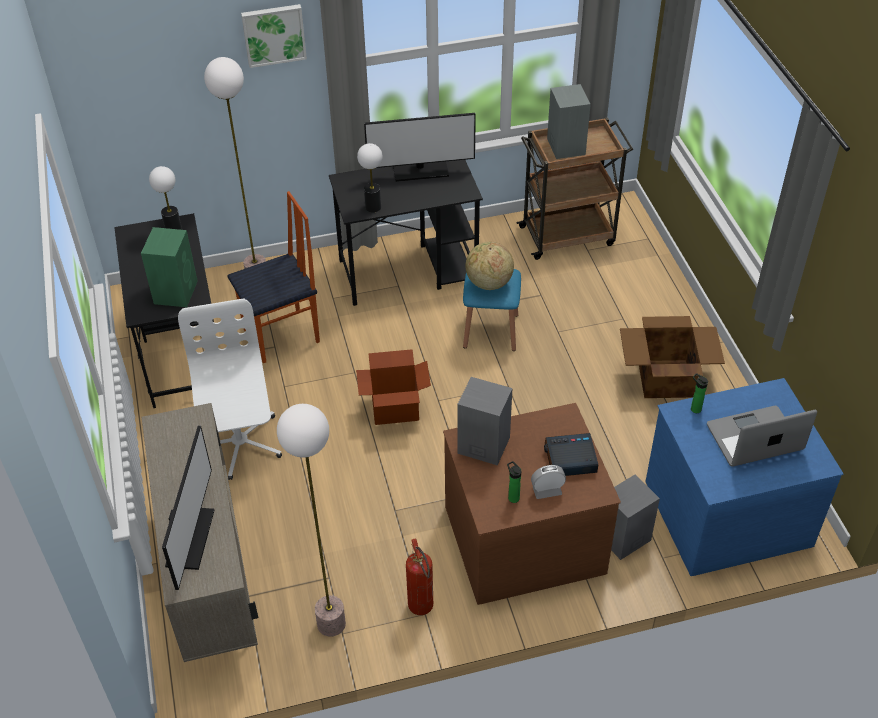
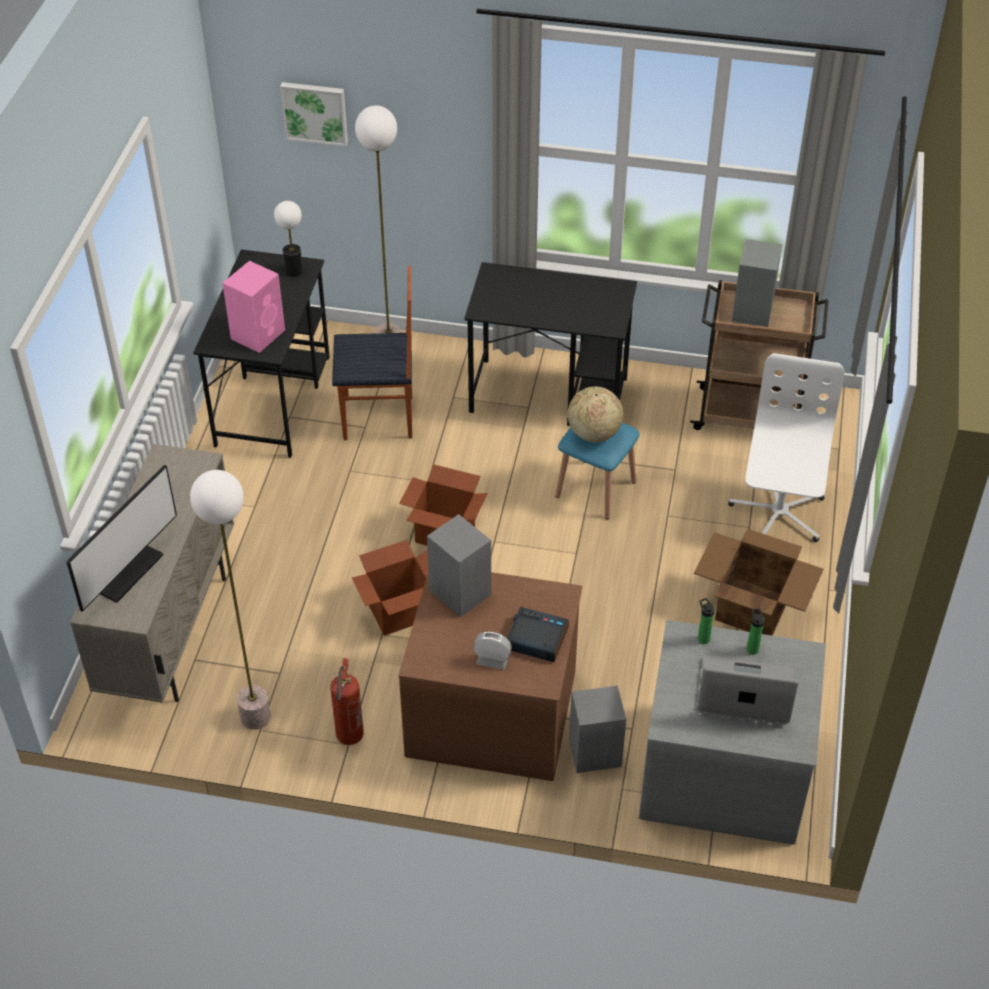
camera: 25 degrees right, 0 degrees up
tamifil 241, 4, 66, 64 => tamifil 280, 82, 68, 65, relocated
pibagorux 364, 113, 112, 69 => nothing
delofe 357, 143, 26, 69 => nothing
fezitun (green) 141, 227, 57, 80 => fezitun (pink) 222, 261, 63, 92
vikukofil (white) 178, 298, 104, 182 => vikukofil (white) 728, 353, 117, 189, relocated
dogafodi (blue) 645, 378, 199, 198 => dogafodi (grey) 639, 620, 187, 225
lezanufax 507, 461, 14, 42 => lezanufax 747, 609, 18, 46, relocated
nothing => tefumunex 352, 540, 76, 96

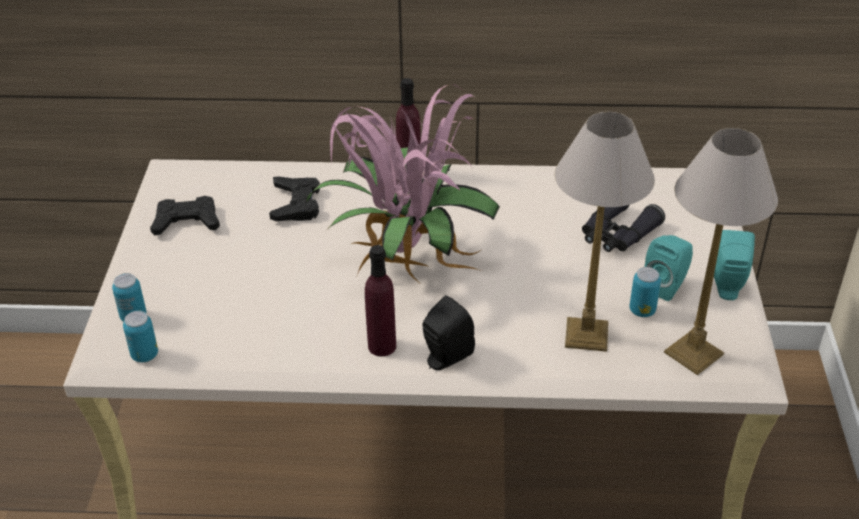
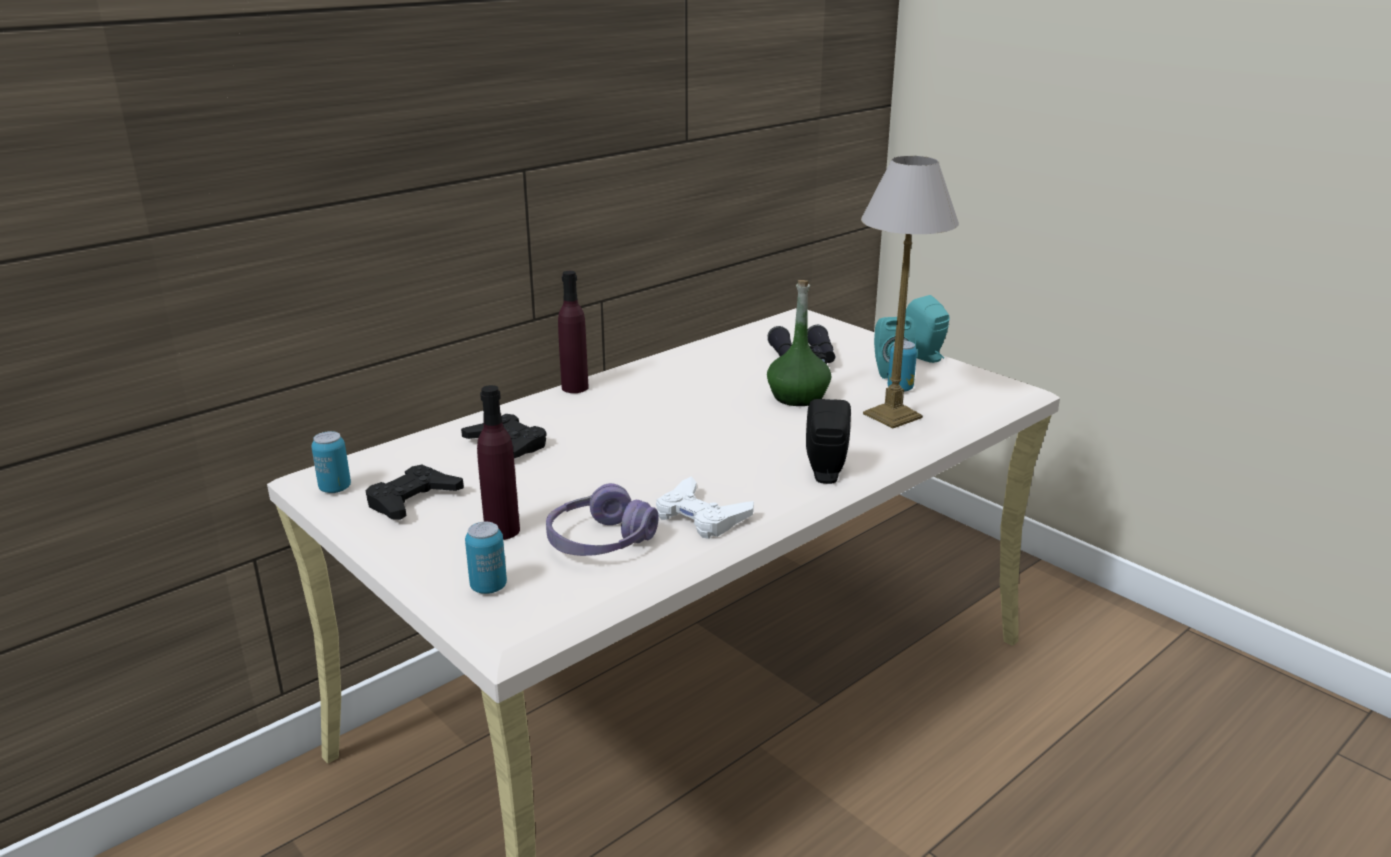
camera: 45 degrees left, 15 degrees down
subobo 306, 84, 194, 198 => nothing
delofe 664, 128, 114, 247 => nothing
lezanufax (purple) 365, 245, 31, 111 => lezanufax (purple) 477, 385, 43, 155, relocated
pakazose 123, 311, 35, 51 => pakazose 311, 431, 40, 62, relocated
nothing => lezanufax (green) 767, 280, 64, 126
nothing => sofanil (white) 656, 477, 98, 62
nothing => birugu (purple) 546, 483, 113, 73

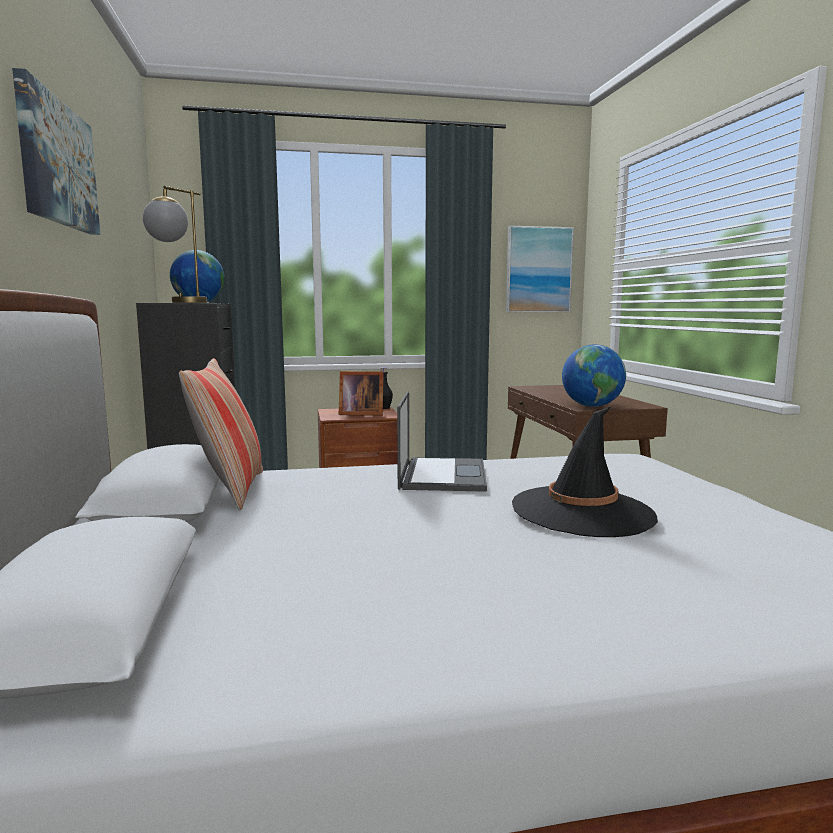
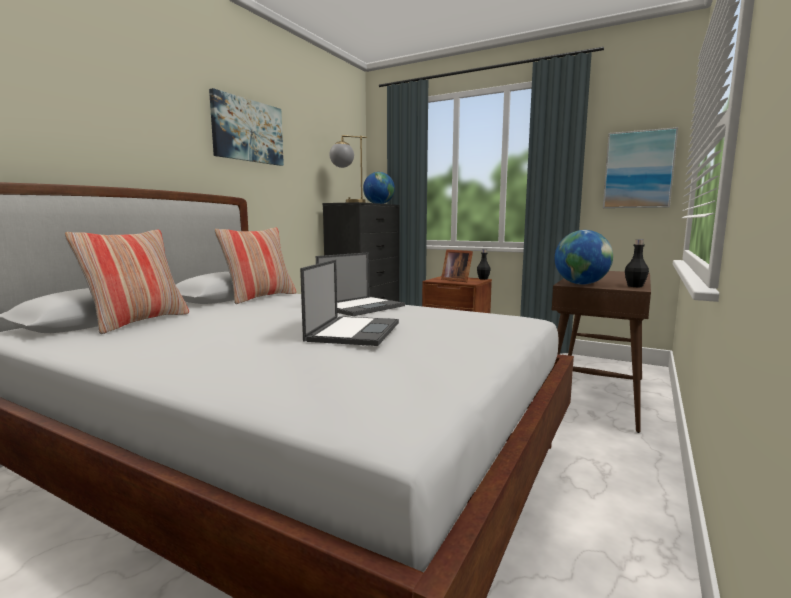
camera: 40 degrees right, 0 degrees up
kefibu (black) 512, 407, 146, 130 => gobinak 300, 259, 99, 87
nothing => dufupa 65, 230, 124, 104
nothing => lezanufax (black) 625, 240, 24, 47

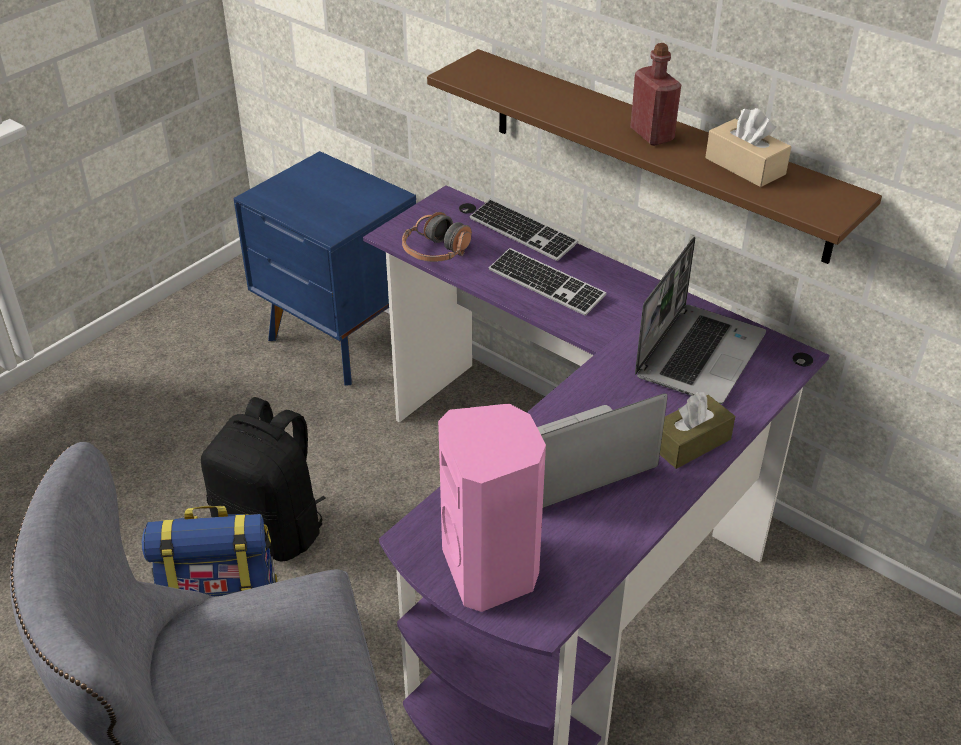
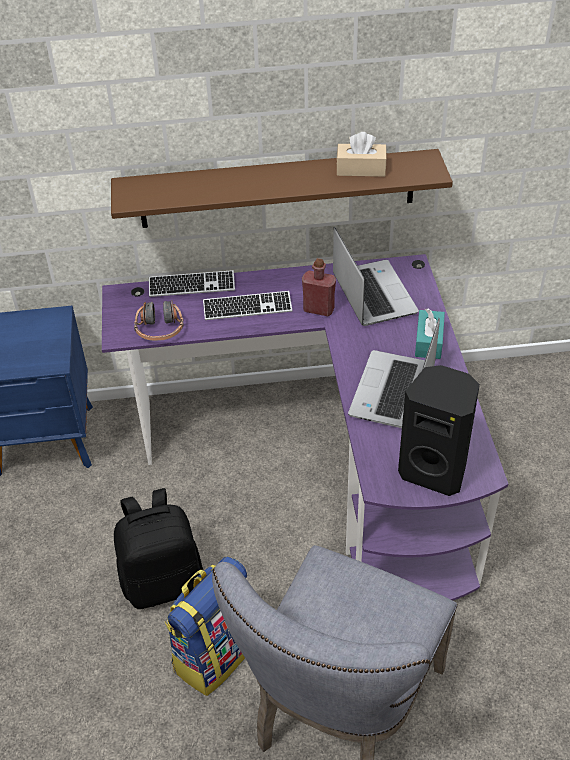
camera: 45 degrees left, 5 degrees up
lezanufax (red) 630, 43, 51, 103 => lezanufax (red) 302, 258, 34, 58, relocated
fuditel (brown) 660, 392, 75, 77 => fuditel (turquoise) 415, 308, 30, 51
fezitun (pink) 438, 404, 108, 208 => fezitun (black) 398, 365, 82, 131

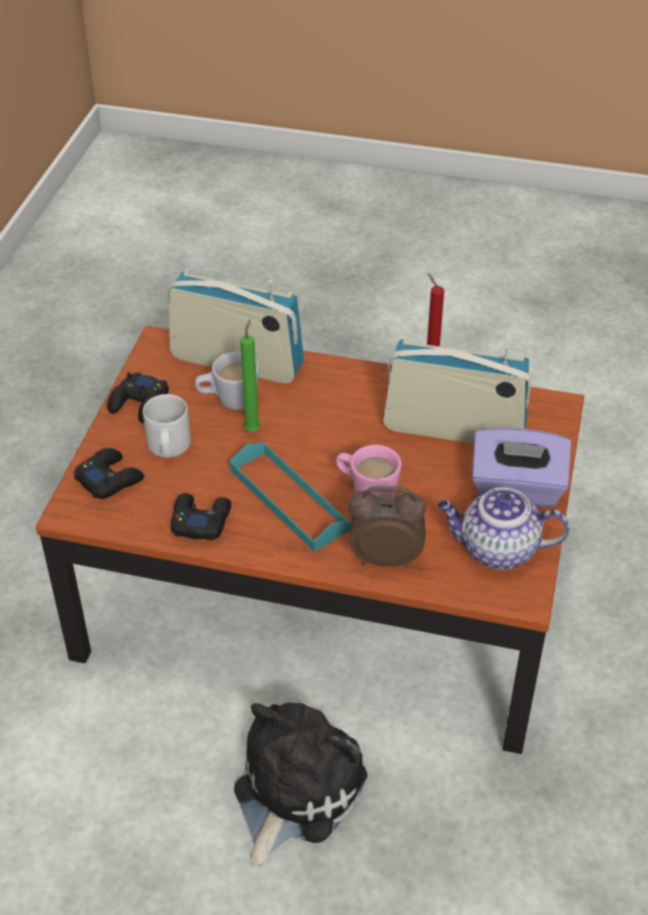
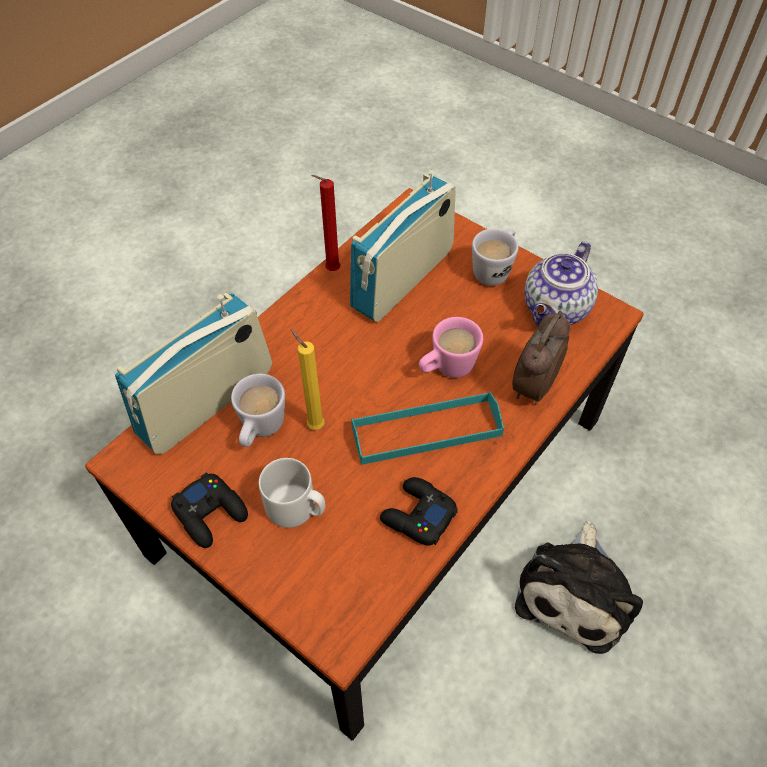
camera: 65 degrees left, 10 degrees up
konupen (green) 240, 319, 20, 113 => konupen (yellow) 291, 329, 33, 101
fuditel (purple) 472, 428, 99, 79 => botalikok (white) 472, 229, 47, 57
sofanil (black) 74, 448, 70, 51 => nothing
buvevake 234, 701, 133, 166 => buvevake 515, 521, 128, 133, 120 degrees counterclockwise

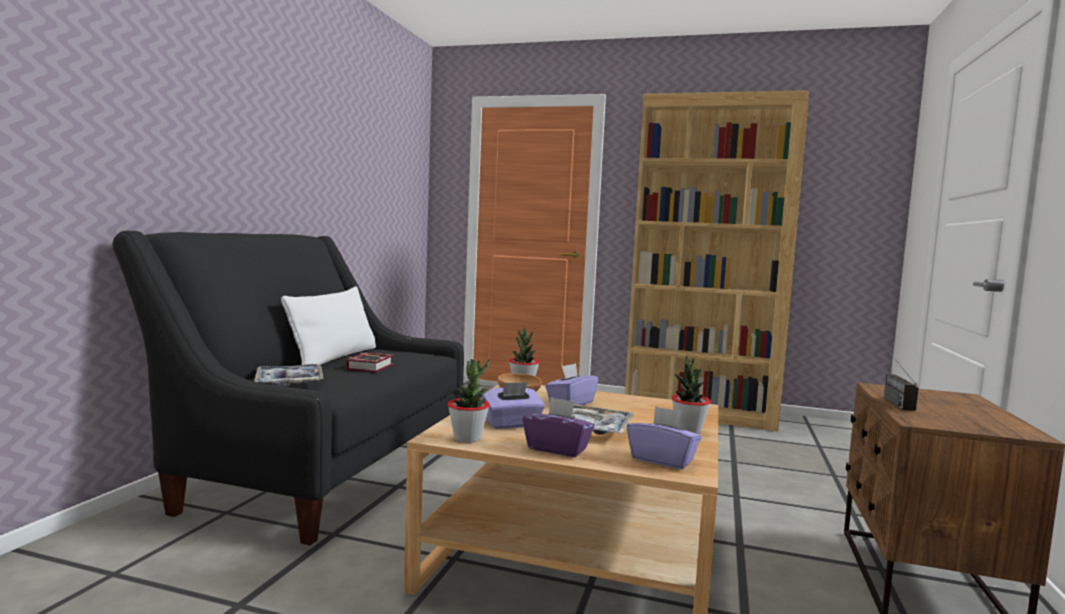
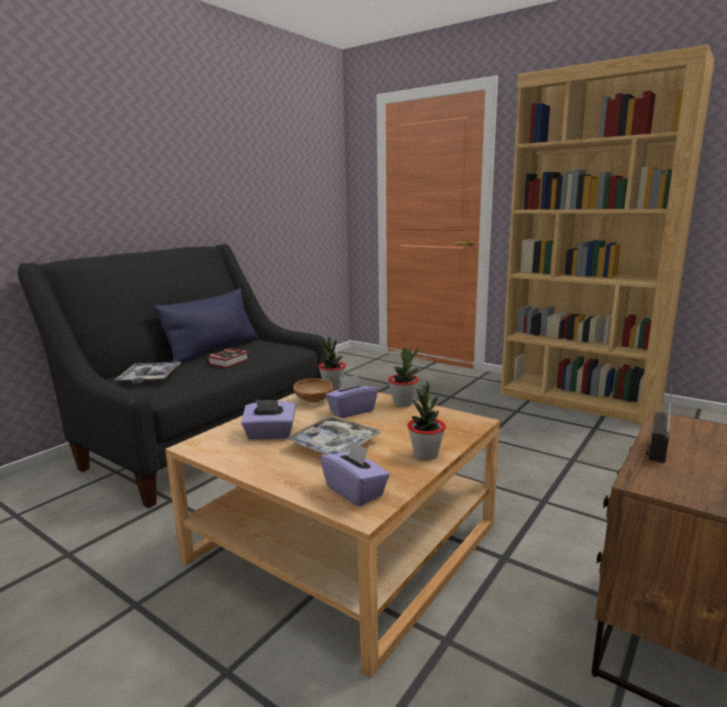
camera: 20 degrees right, 10 degrees up
dufupa (white) 281, 286, 95, 79 => dufupa (blue) 154, 288, 104, 76
subobo 448, 359, 42, 84 => subobo 388, 348, 31, 59, relocated
fuditel (purple) 523, 397, 71, 60 => nothing

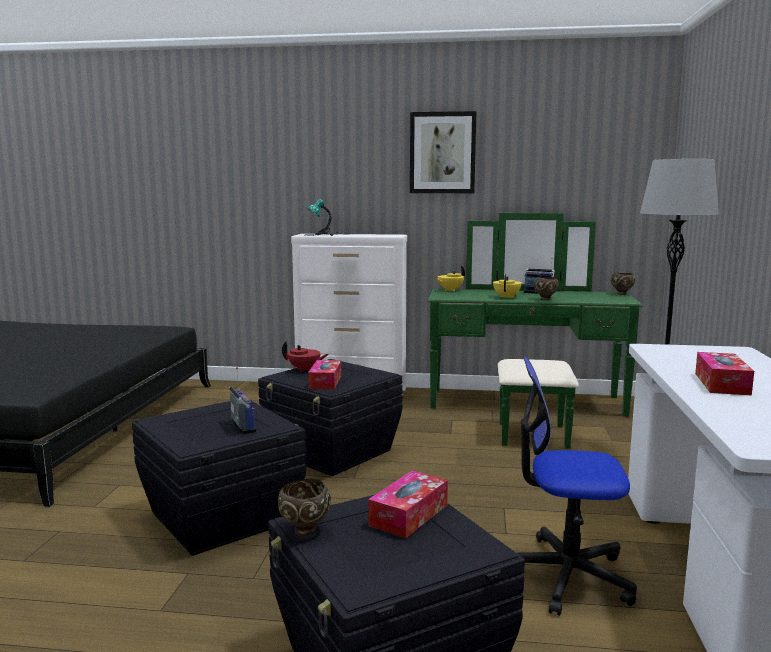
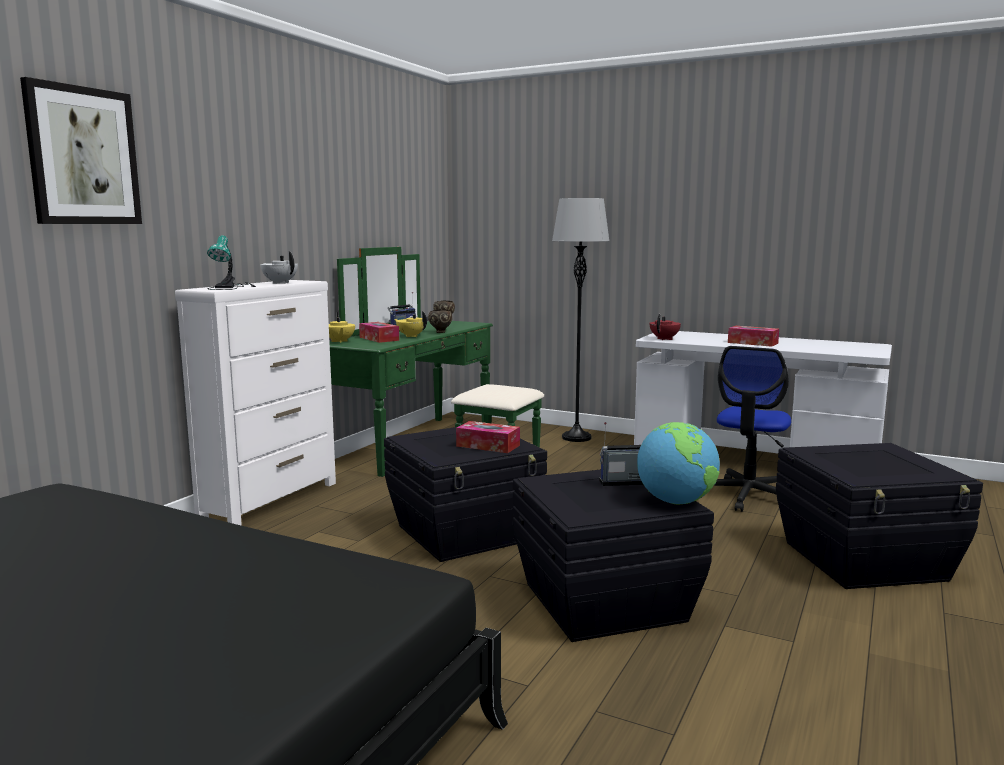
camera: 70 degrees left, 0 degrees up
tamifil 410, 111, 66, 82 => tamifil 20, 77, 122, 147, relocated
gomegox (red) 282, 341, 47, 31 => gomegox (red) 650, 314, 31, 26, relocated
fuditel 368, 471, 80, 67 => fuditel 359, 322, 40, 21, relocated
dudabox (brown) 278, 479, 53, 57 => nothing
nothing => gomegox (white) 260, 251, 38, 33
nothing => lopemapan 637, 422, 83, 83

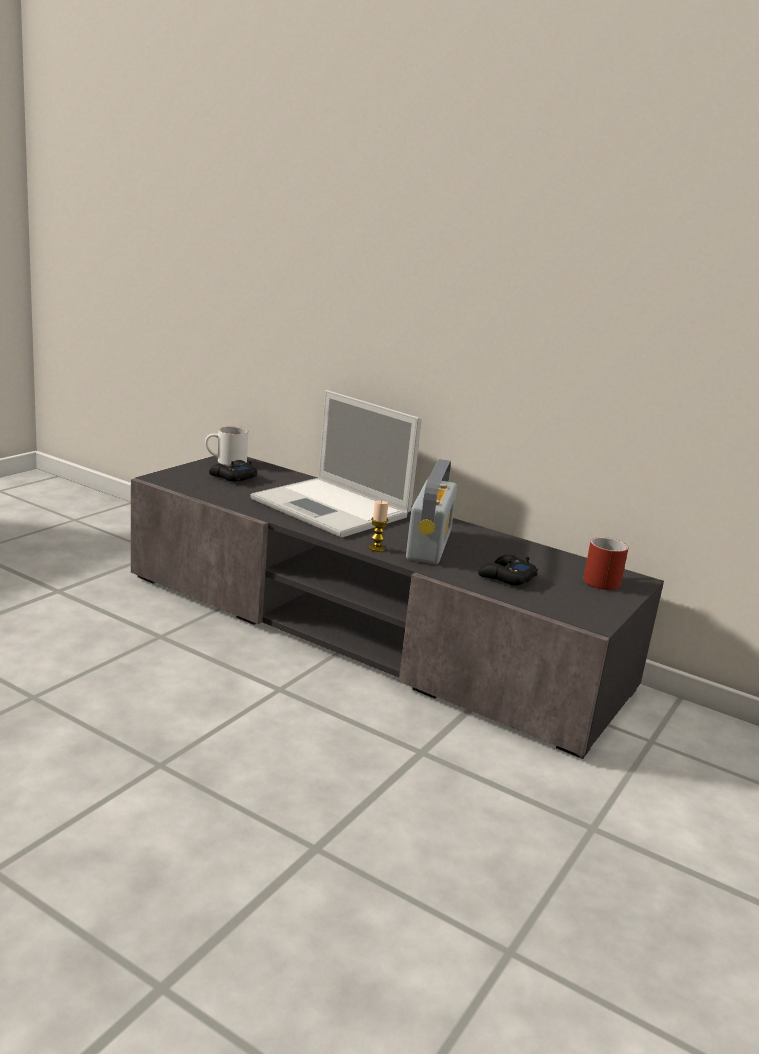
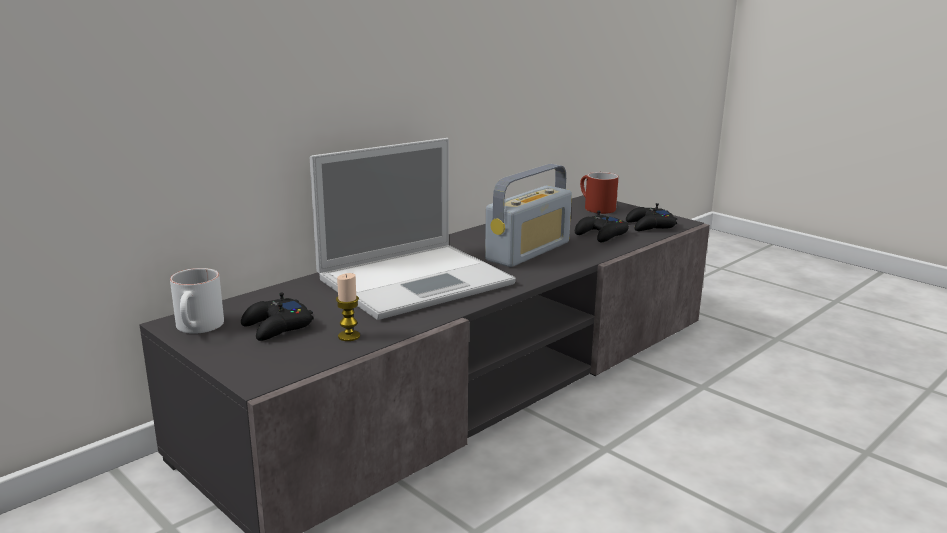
camera: 75 degrees left, 0 degrees up
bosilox 406, 459, 51, 105 => bosilox 485, 164, 87, 103, 105 degrees clockwise
konupen 368, 501, 20, 51 => konupen 336, 273, 24, 68, relocated
nothing => sofanil (black) 626, 203, 51, 28

